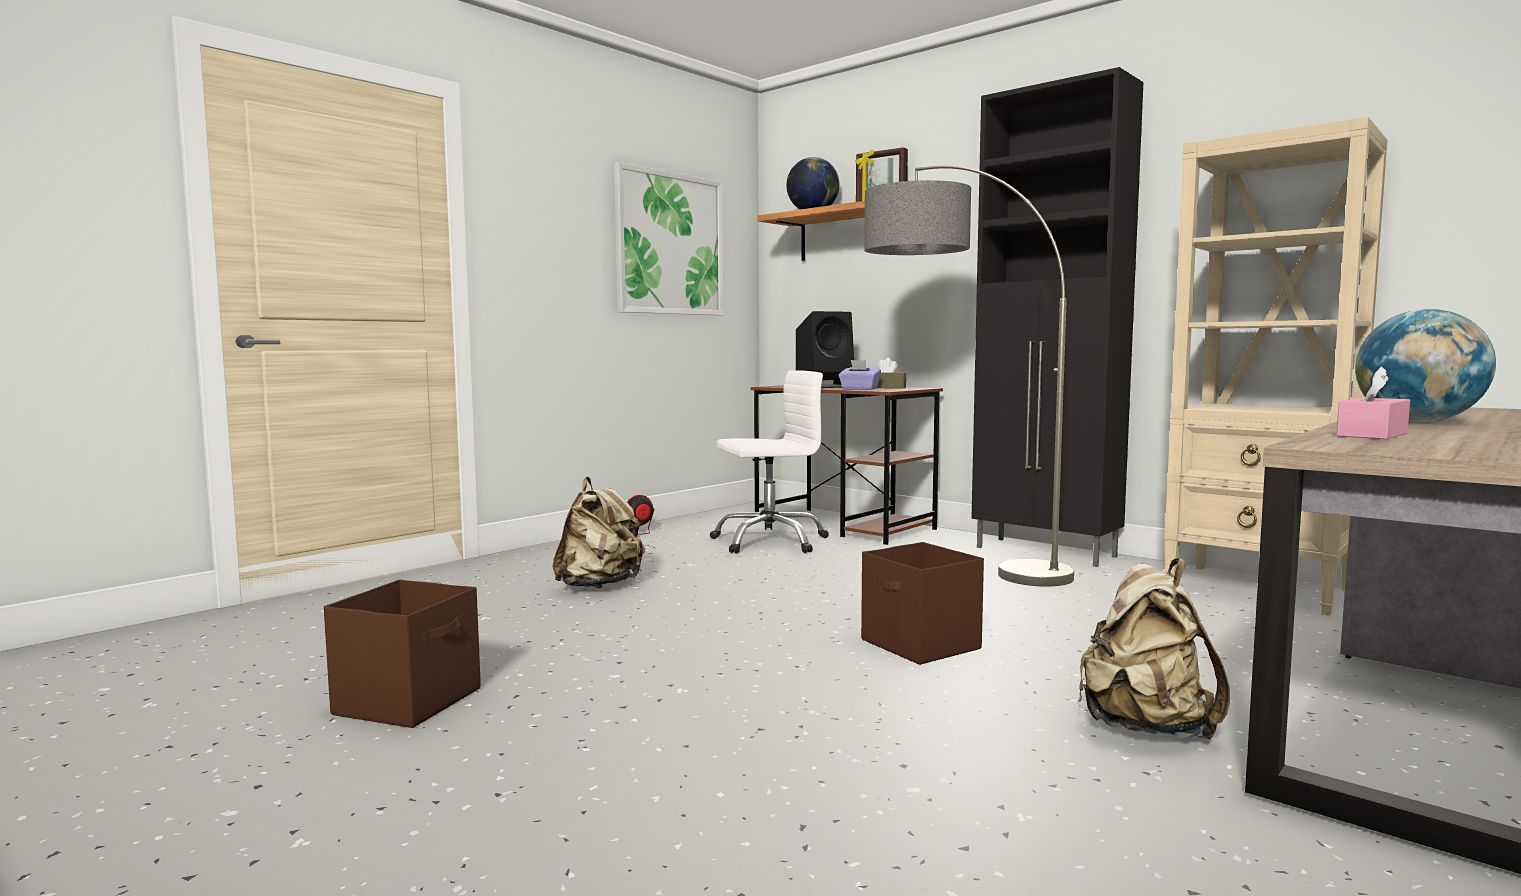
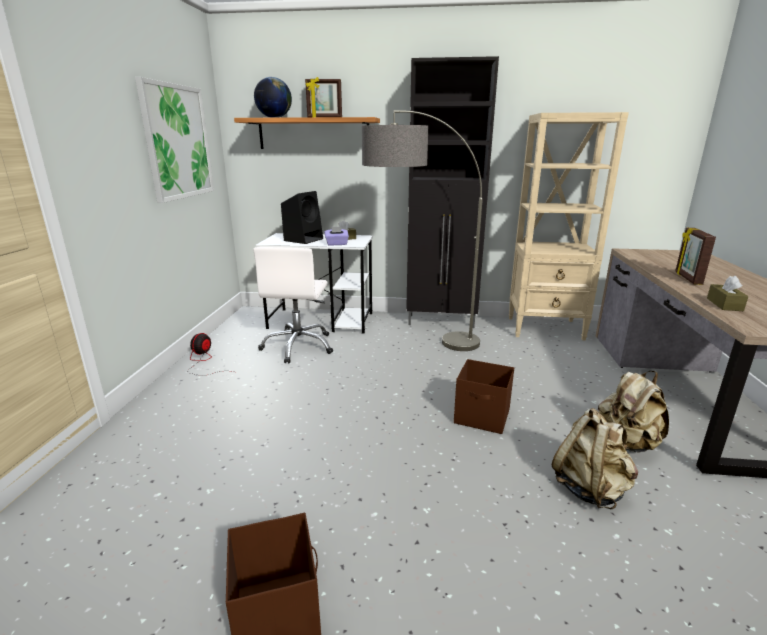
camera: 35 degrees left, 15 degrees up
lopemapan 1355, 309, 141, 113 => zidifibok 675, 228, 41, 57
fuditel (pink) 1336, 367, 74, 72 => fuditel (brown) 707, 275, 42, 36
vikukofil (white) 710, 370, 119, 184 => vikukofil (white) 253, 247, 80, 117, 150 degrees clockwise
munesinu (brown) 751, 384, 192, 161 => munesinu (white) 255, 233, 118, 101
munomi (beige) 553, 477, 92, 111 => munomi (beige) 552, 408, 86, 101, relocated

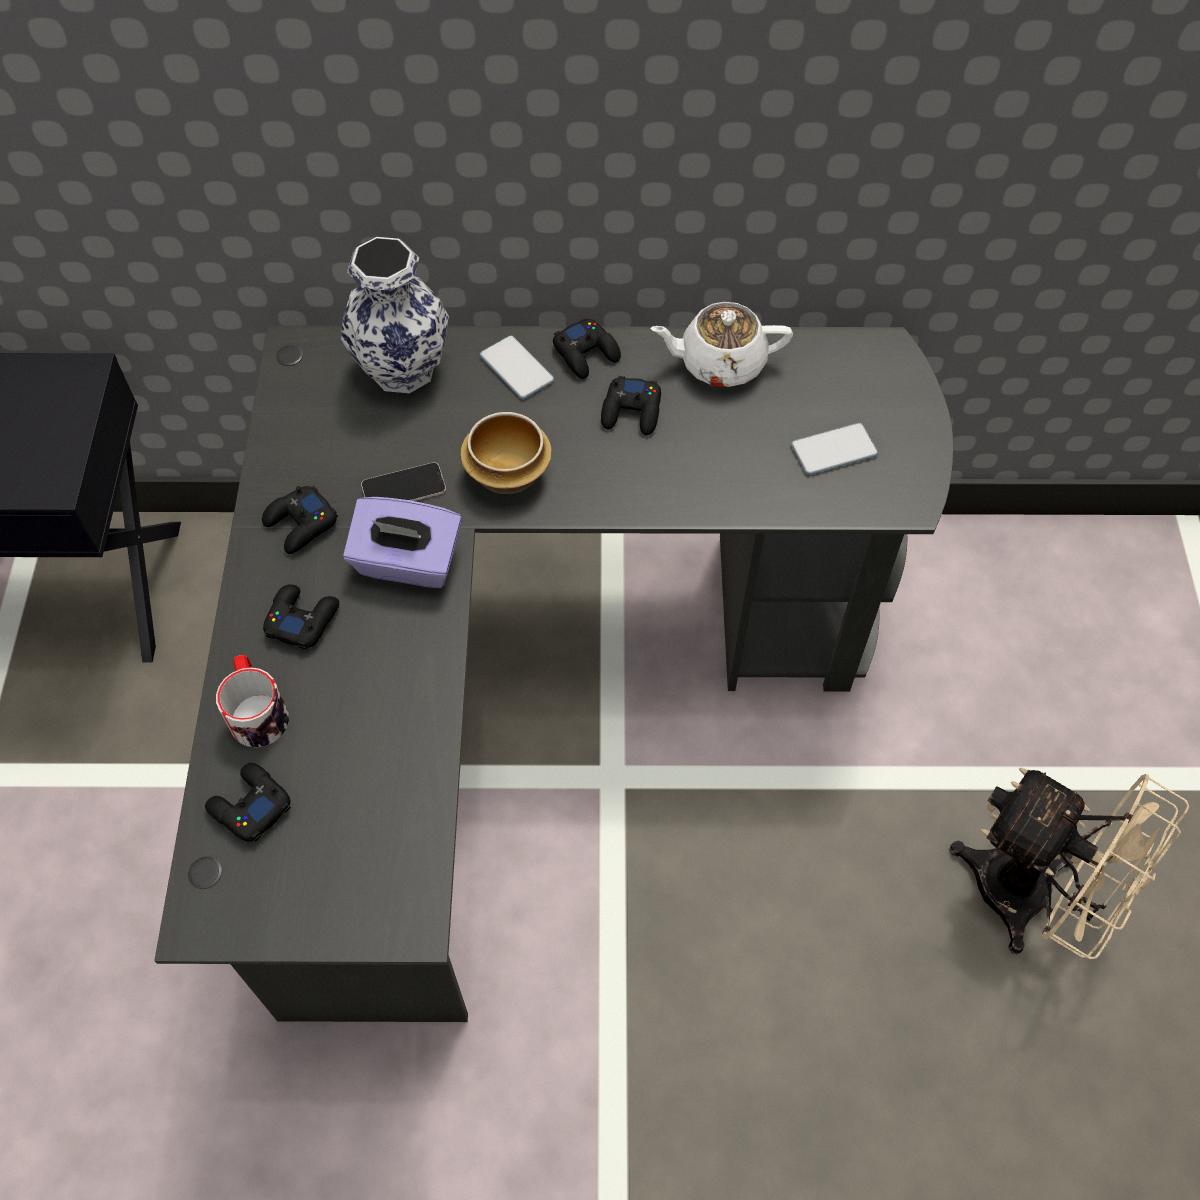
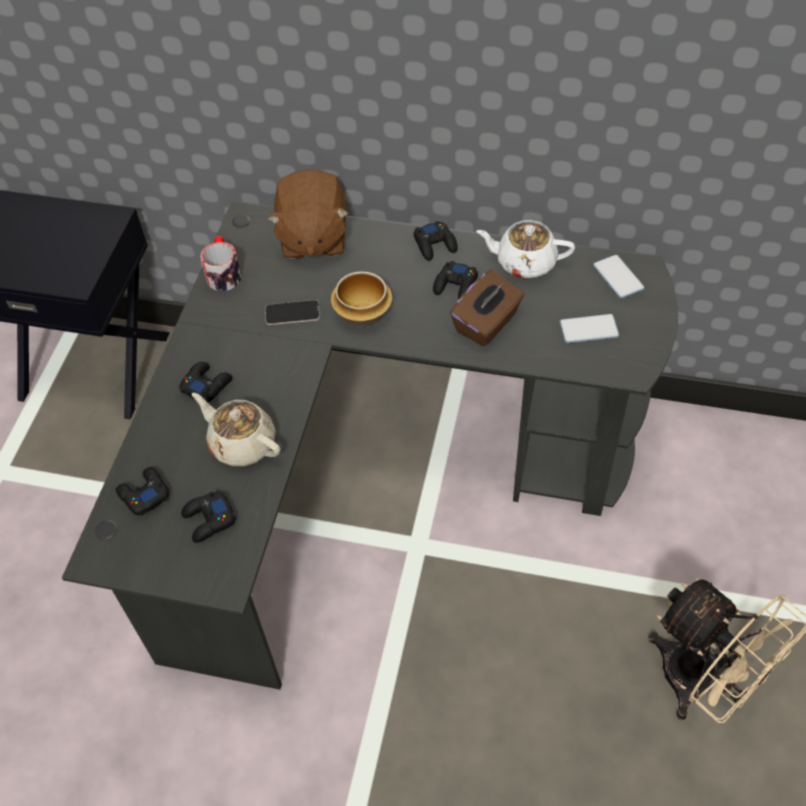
camera: 15 degrees right, 5 degrees down
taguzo 341, 237, 108, 156 => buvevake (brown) 268, 169, 81, 90
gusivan 480, 335, 74, 64 => gusivan 593, 255, 52, 44, relocated
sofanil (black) 262, 486, 76, 68 => sofanil (black) 181, 491, 56, 52, relocated
fuditel (purple) 343, 497, 119, 91 => nothing
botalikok 216, 654, 73, 94 => botalikok 200, 236, 41, 55, relocated
nothing => fuditel (brown) 450, 269, 74, 77
nothing => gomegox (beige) 192, 393, 88, 73

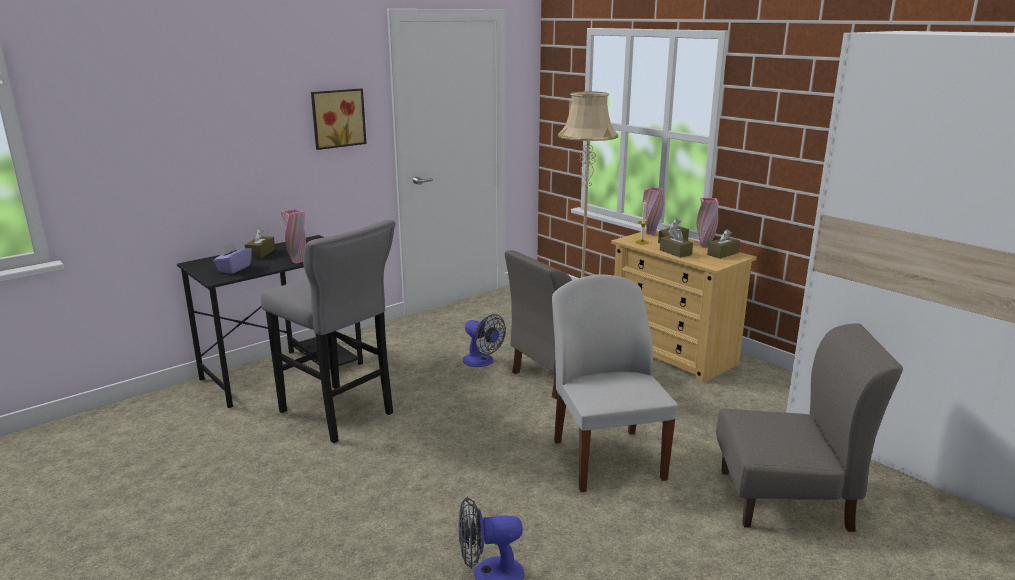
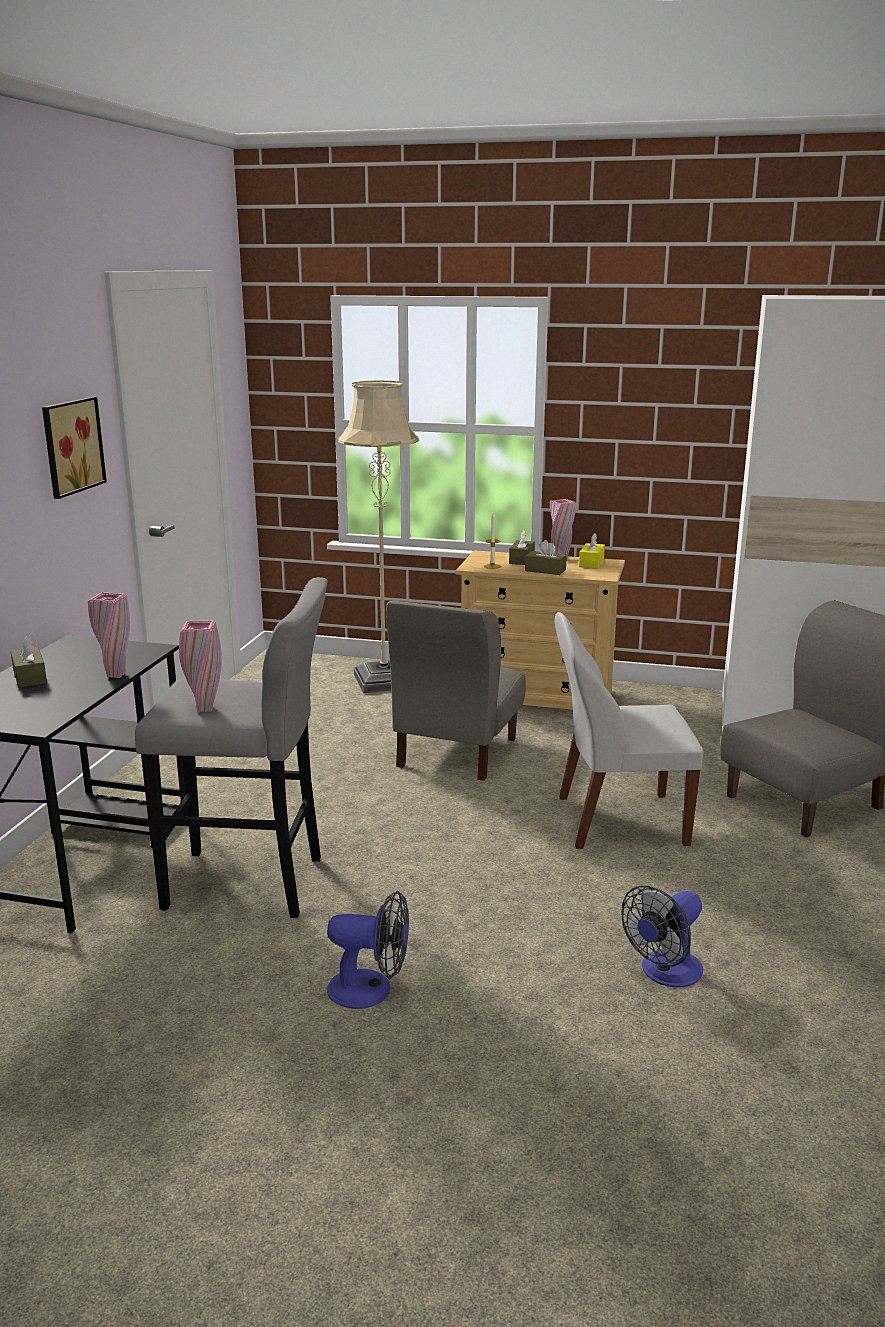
camera: 35 degrees left, 0 degrees up
taguzo (pink) 643, 187, 22, 48 => taguzo (pink) 179, 620, 43, 92, relocated
fuditel (brown) 707, 229, 33, 30 => fuditel (yellow) 579, 533, 26, 36
fuditel (purple) 213, 241, 39, 33 => nothing
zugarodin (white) 552, 274, 126, 218 => zugarodin (white) 555, 612, 148, 237, 45 degrees counterclockwise
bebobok 463, 314, 43, 53 => bebobok 327, 891, 82, 118, relocated

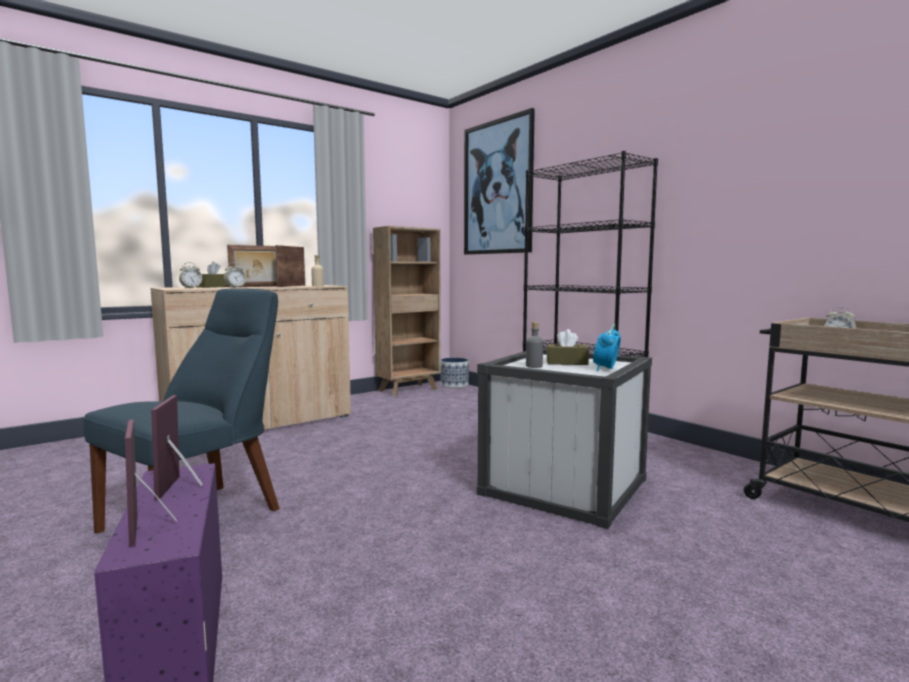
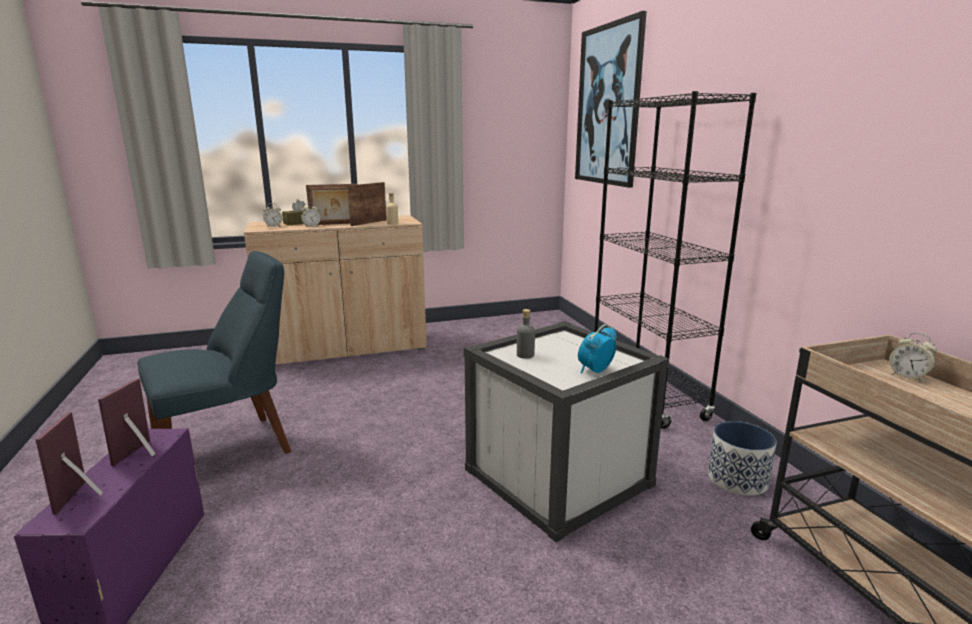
camera: 20 degrees right, 10 degrees up
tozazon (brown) 373, 226, 68, 171 => nothing
fuditel (brown) 546, 329, 43, 36 => nothing
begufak 440, 358, 29, 30 => begufak 708, 421, 69, 75, relocated

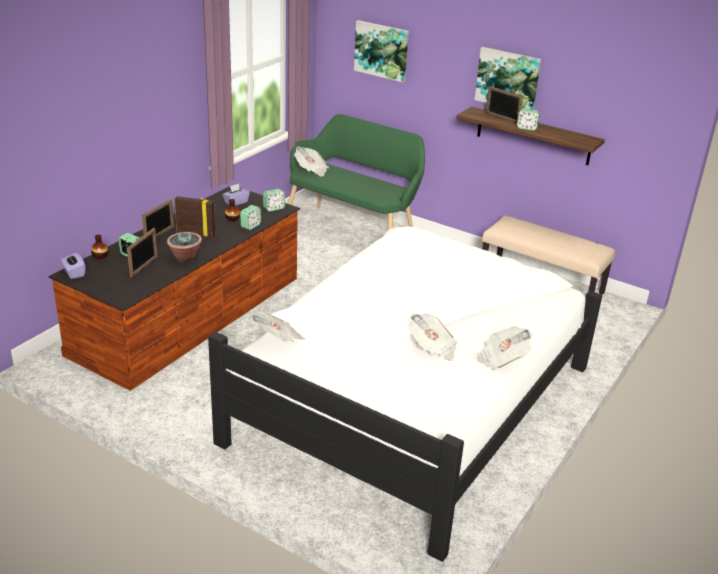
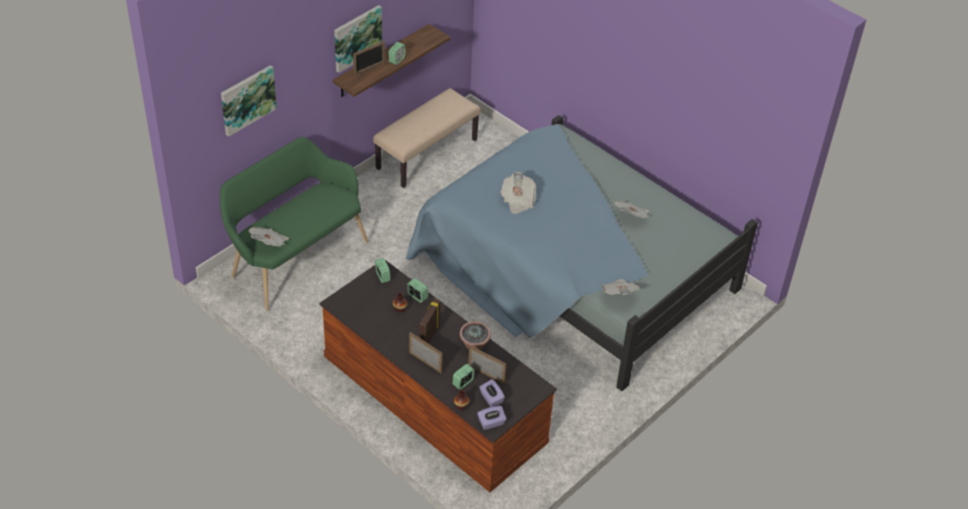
camera: 80 degrees left, 15 degrees up
fuditel (purple) 222, 184, 28, 22 => fuditel (purple) 479, 379, 26, 28, relocated
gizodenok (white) 208, 226, 394, 336 => gizodenok (blue) 406, 115, 352, 276
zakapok 474, 326, 59, 44 => zakapok 501, 172, 35, 42, relocated

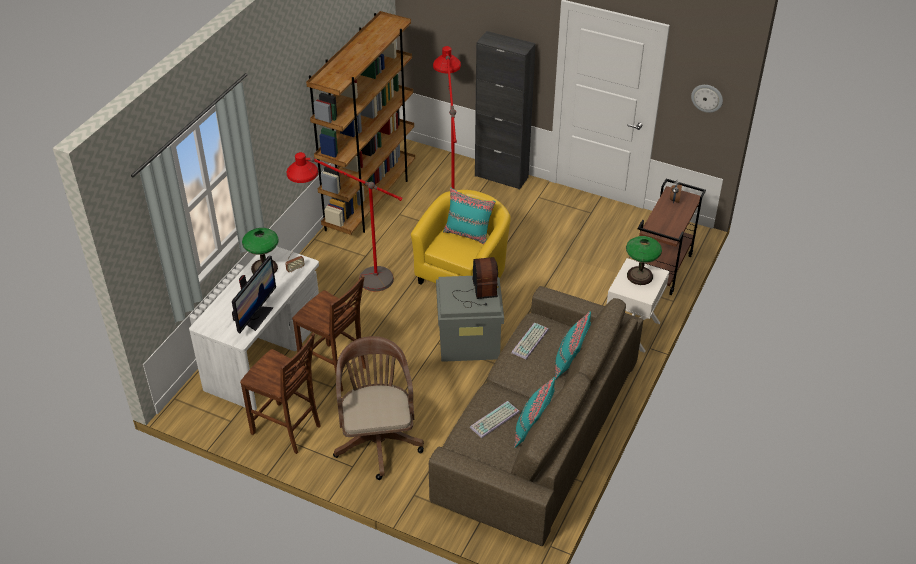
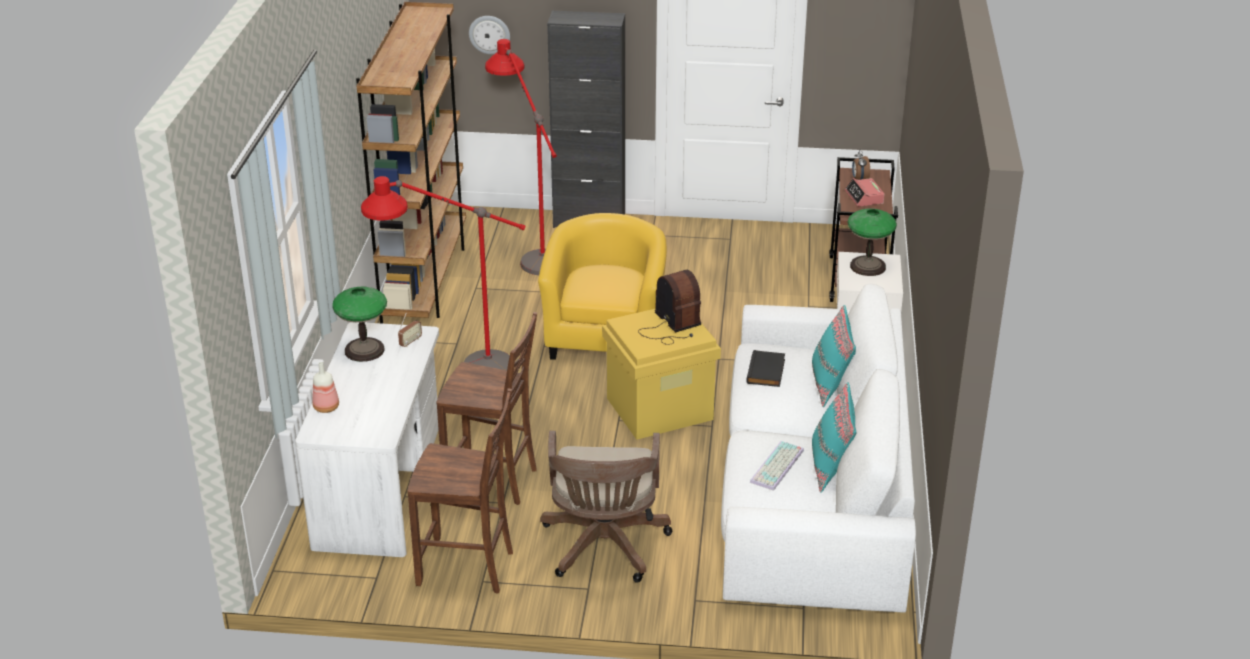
camera: 20 degrees left, 10 degrees down
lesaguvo 691, 85, 32, 28 => lesaguvo 469, 16, 41, 39, relocated
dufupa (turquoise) 443, 187, 53, 58 => nothing
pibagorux 232, 256, 44, 78 => nothing
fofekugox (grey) 436, 276, 68, 86 => fofekugox (yellow) 602, 309, 119, 131
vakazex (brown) 429, 286, 214, 260 => vakazex (white) 721, 284, 195, 329
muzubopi 512, 323, 37, 36 => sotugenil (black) 746, 350, 39, 37
vikukofil (brown) 333, 336, 91, 144 => vikukofil (brown) 540, 431, 132, 152, 150 degrees counterclockwise
nothing => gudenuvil 845, 178, 40, 29
nothing => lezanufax 312, 362, 27, 51

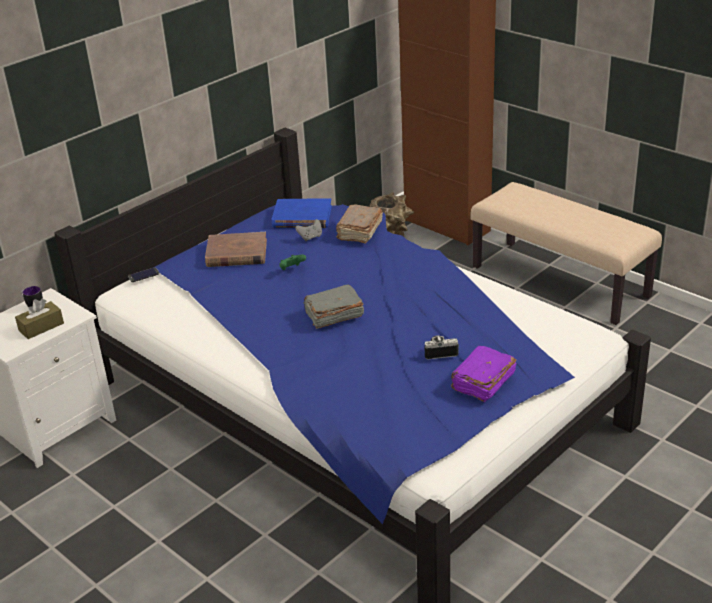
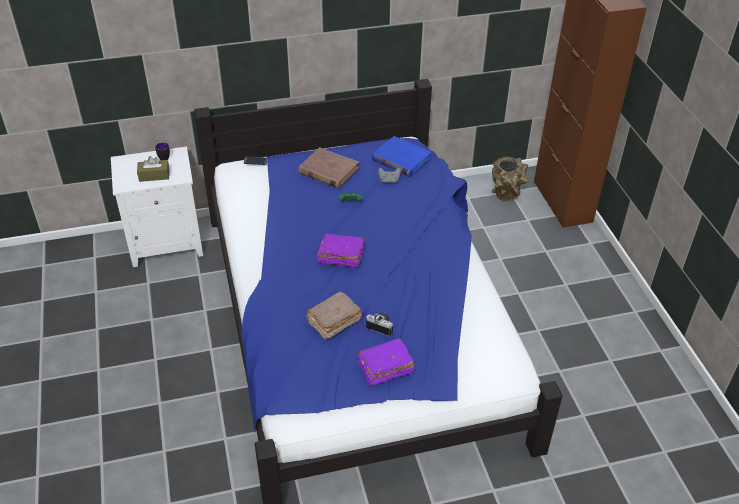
camera: 30 degrees right, 10 degrees up
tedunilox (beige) 470, 182, 192, 143 => nothing
sotugenil (brown) 336, 205, 47, 38 => sotugenil (brown) 306, 291, 56, 49, relocated
sotugenil (grey) 304, 284, 60, 45 => sotugenil (purple) 317, 233, 48, 35

